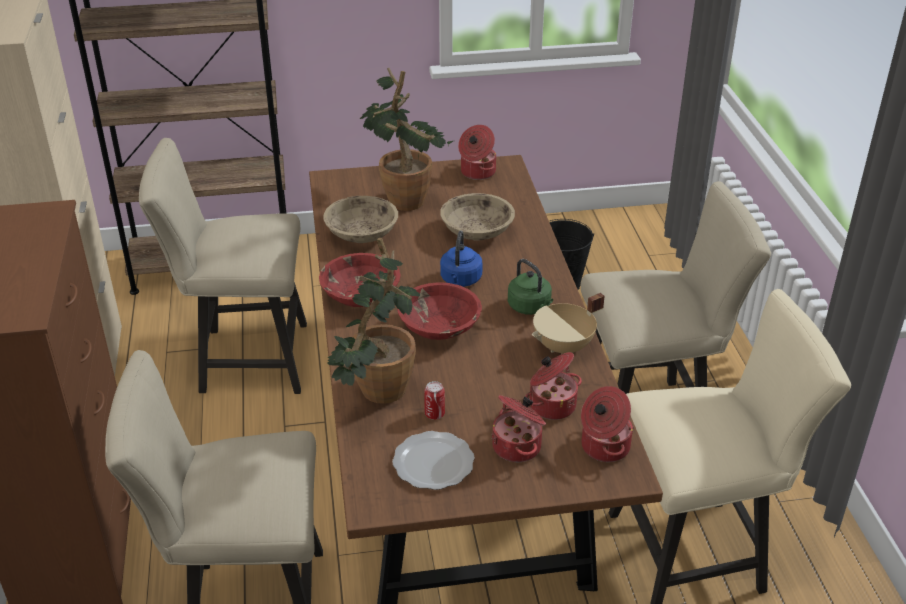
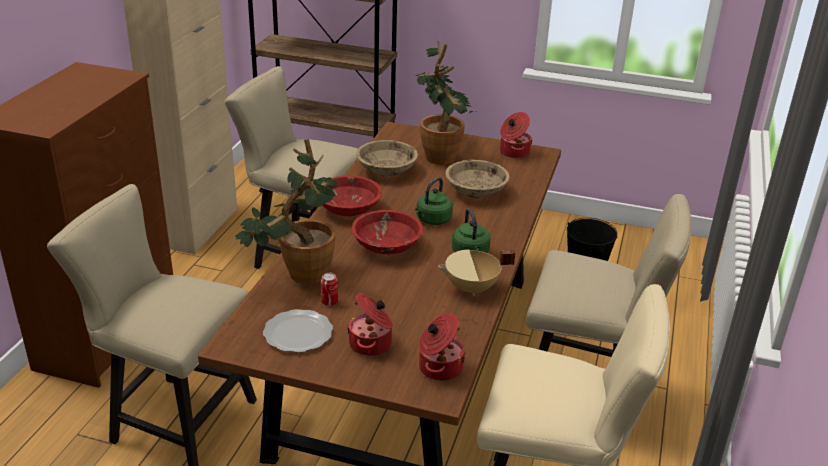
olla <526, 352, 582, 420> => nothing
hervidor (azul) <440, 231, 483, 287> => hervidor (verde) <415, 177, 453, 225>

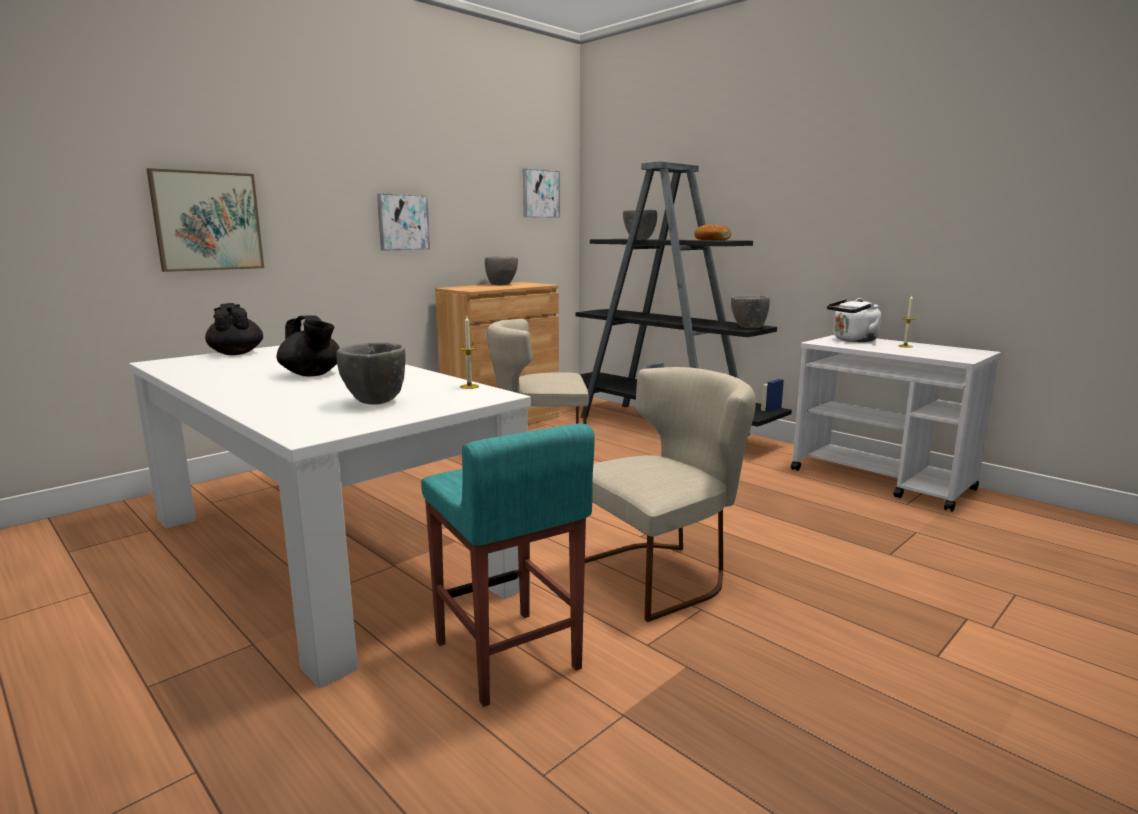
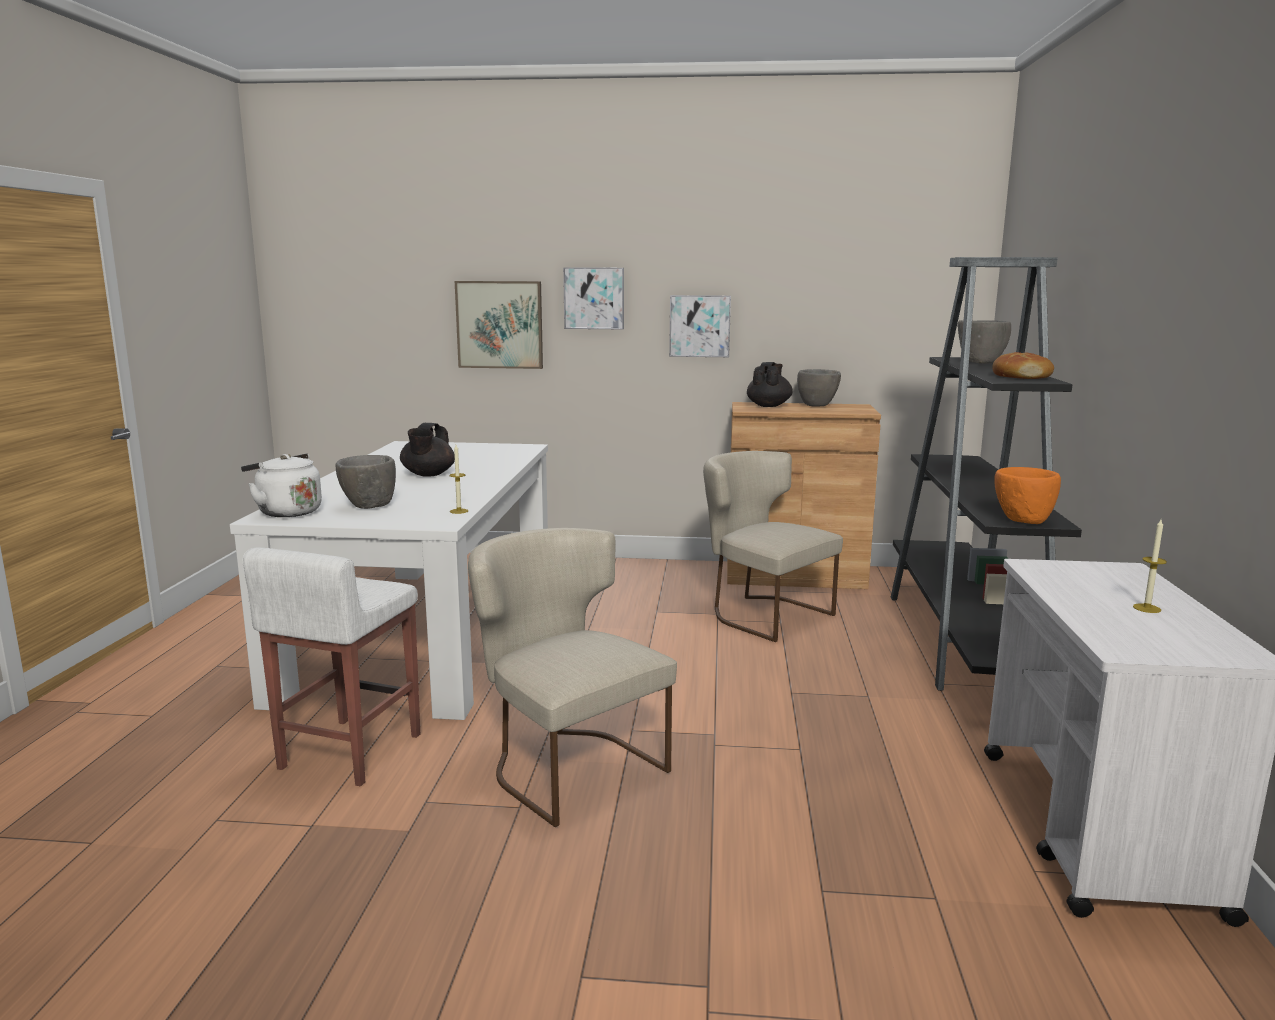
tetera (negro) <205, 303, 263, 355> => tetera (negro) <747, 362, 793, 407>, moved
cuadro <523, 168, 560, 218> => cuadro <563, 267, 624, 329>, moved
hervidor (blanco) <827, 298, 882, 342> => hervidor (blanco) <241, 453, 322, 517>, moved
taburete (turquesa) <421, 424, 595, 707> => taburete (blanco) <242, 548, 420, 786>
cuenco (gris) <731, 295, 770, 328> => cuenco (naranja) <994, 467, 1061, 524>
silla (beis) <585, 367, 756, 622> => silla (beis) <468, 528, 677, 827>, 150 degrees counterclockwise

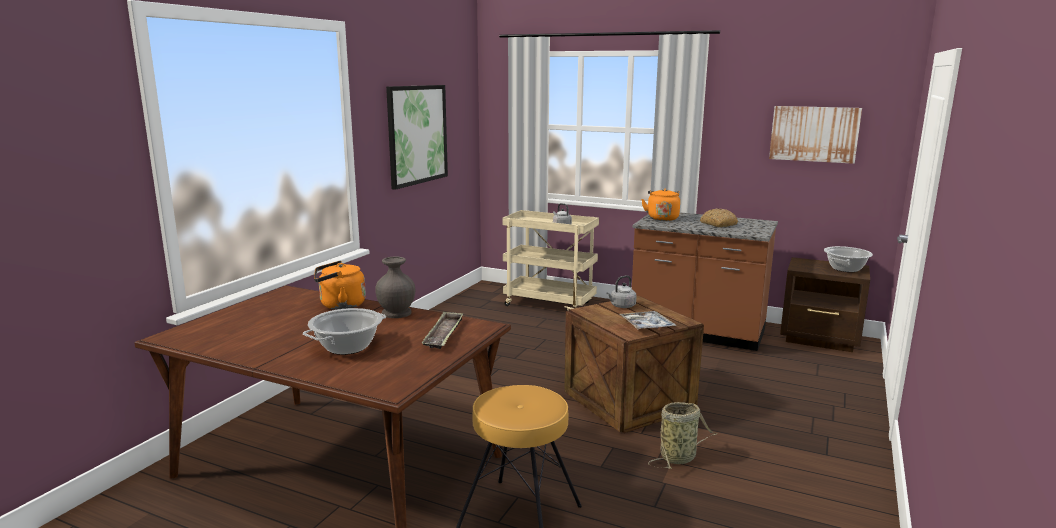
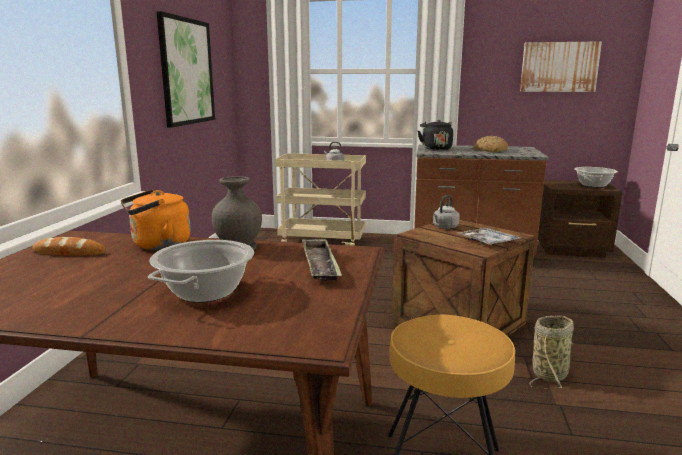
nothing => pan <32, 237, 105, 256>
hervidor (naranja) <641, 189, 680, 221> => hervidor (negro) <418, 120, 453, 150>

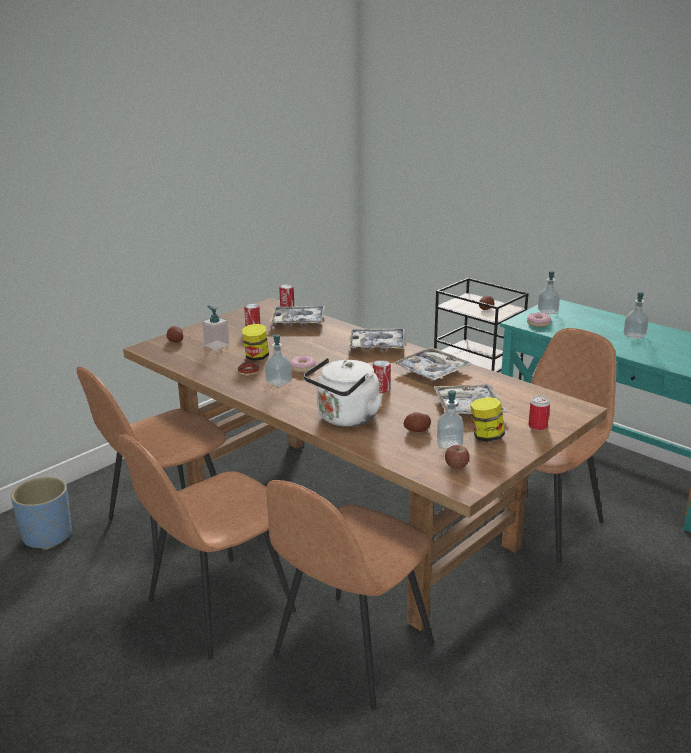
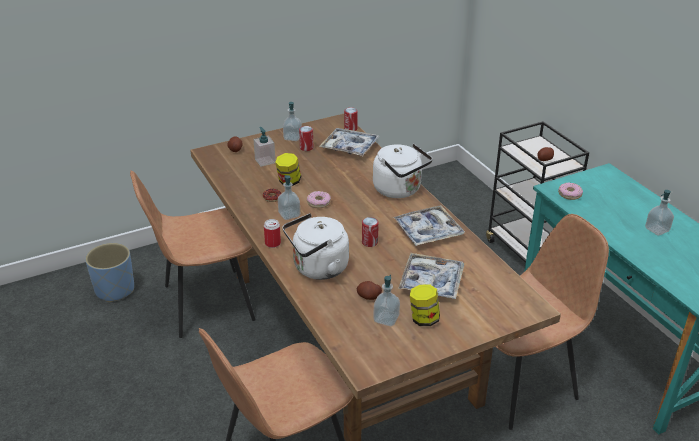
silla (marrón) <118, 434, 296, 659> => nothing
manzana <445, 445, 469, 469> => nothing
lata <528, 396, 550, 431> => lata <264, 219, 281, 248>, moved
dispensador de jabón <538, 271, 560, 314> => dispensador de jabón <283, 102, 302, 141>, moved
bandeja <348, 329, 405, 351> => hervidor (blanco) <373, 144, 432, 198>

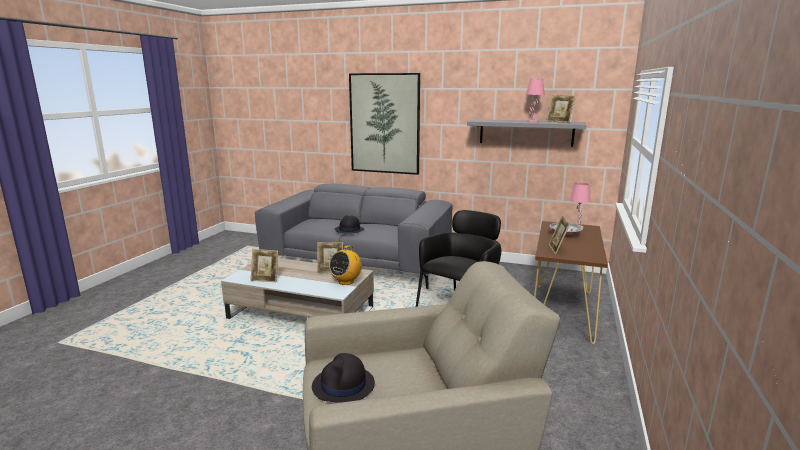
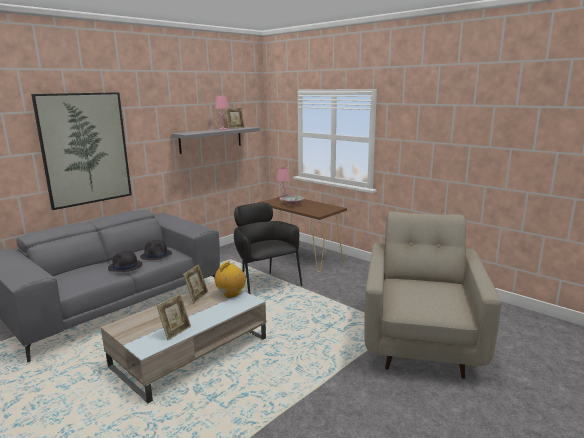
portarretratos <549, 215, 570, 254> => nothing
sombrero (negro) <312, 353, 375, 403> => sombrero (negro) <140, 240, 172, 260>, moved
radio <329, 245, 362, 285> => radio <215, 261, 246, 298>, 105 degrees counterclockwise

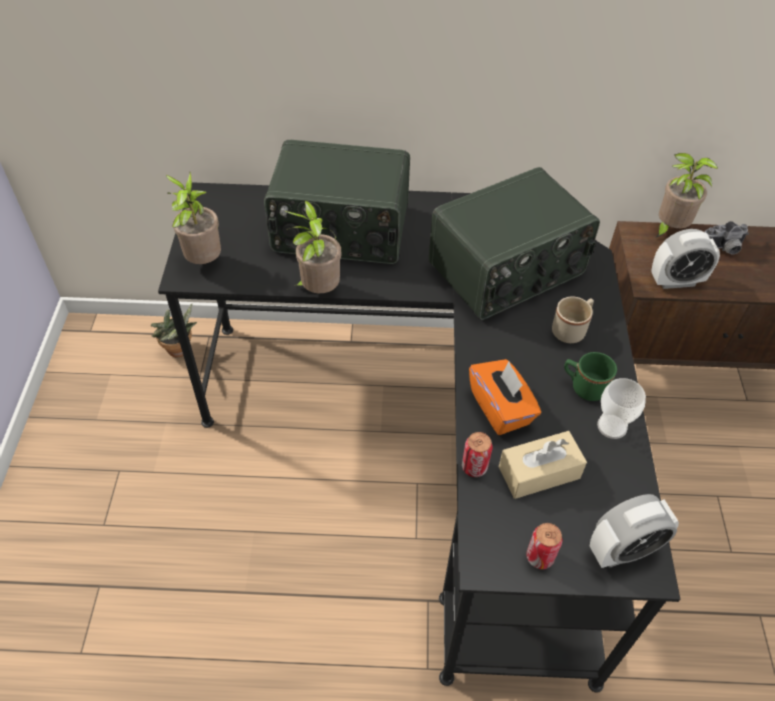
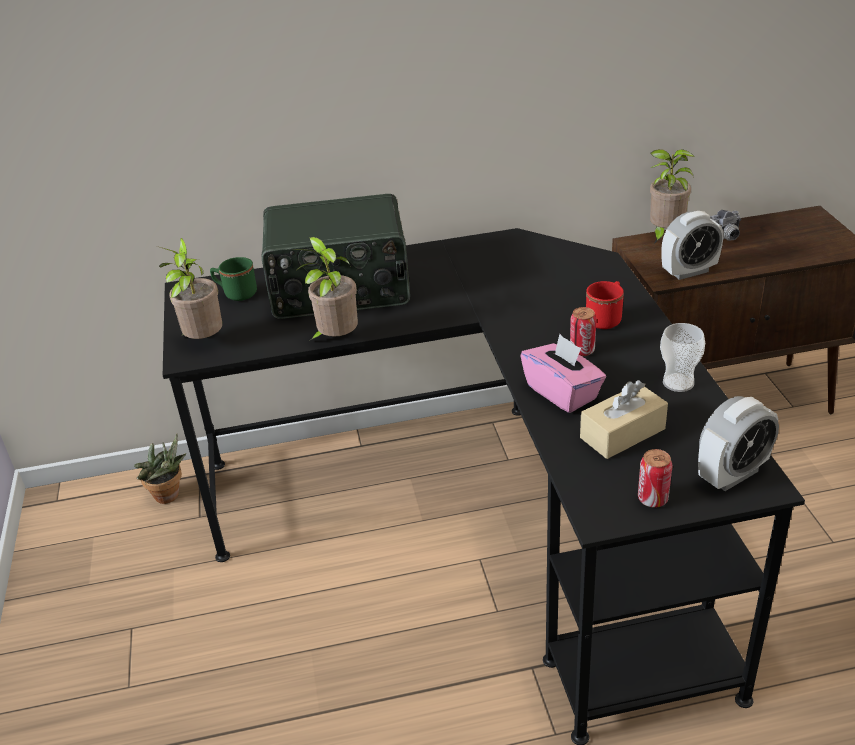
radio <429, 167, 600, 320> => nothing
lata <462, 432, 493, 477> => lata <570, 307, 597, 356>, moved
taza grande (verde) <564, 352, 617, 401> => taza grande (verde) <210, 257, 257, 301>, moved
caja de pañuelos (naranja) <469, 359, 541, 435> => caja de pañuelos (rosa) <520, 334, 606, 413>
taza grande (beis) <552, 296, 594, 343> => taza grande (rojo) <586, 281, 624, 329>

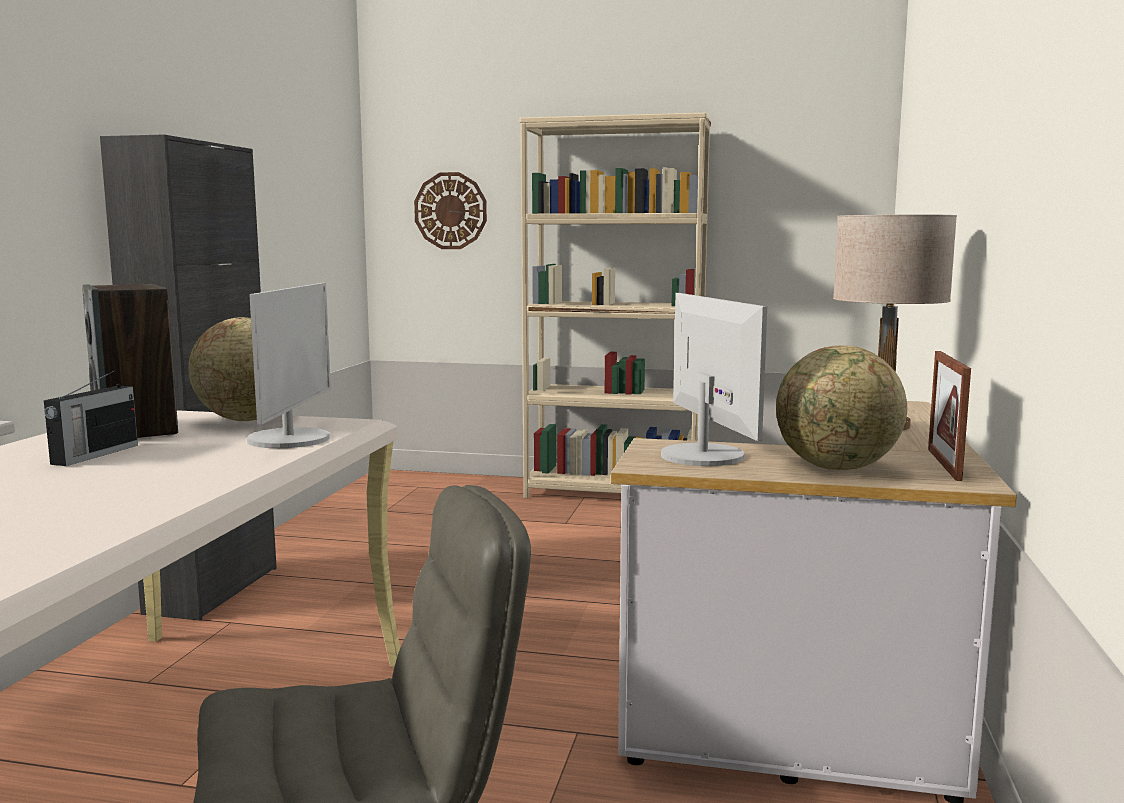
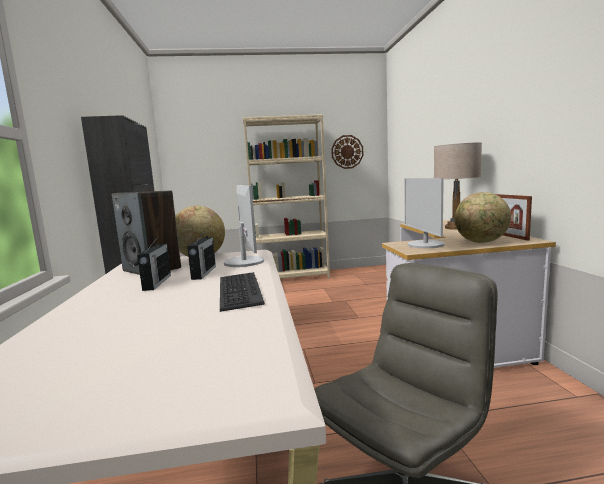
nothing => radio <187, 229, 216, 280>
nothing => teclado <220, 272, 265, 312>
reloj de pared <414, 172, 487, 249> => reloj de pared <331, 135, 364, 169>, moved
monitor <661, 293, 767, 466> => monitor <404, 178, 445, 248>, 150 degrees counterclockwise

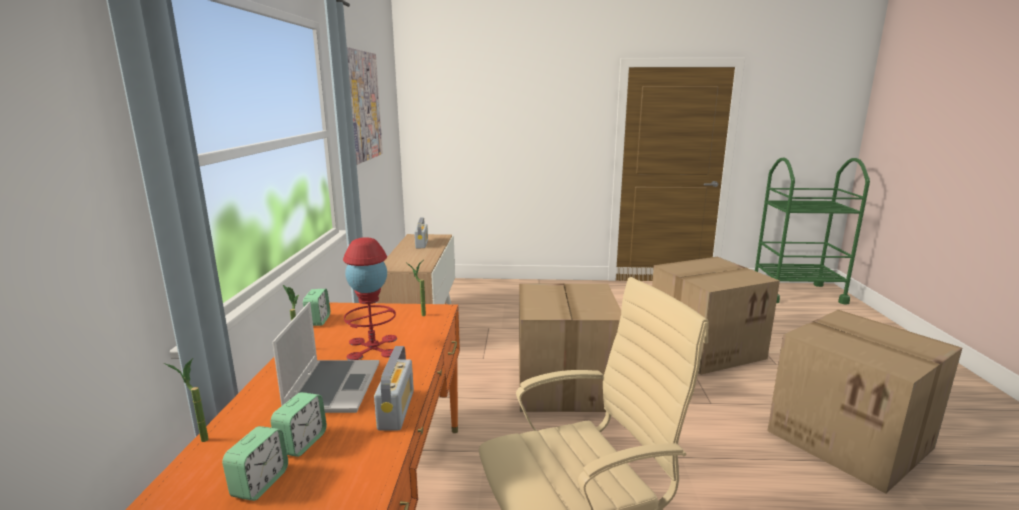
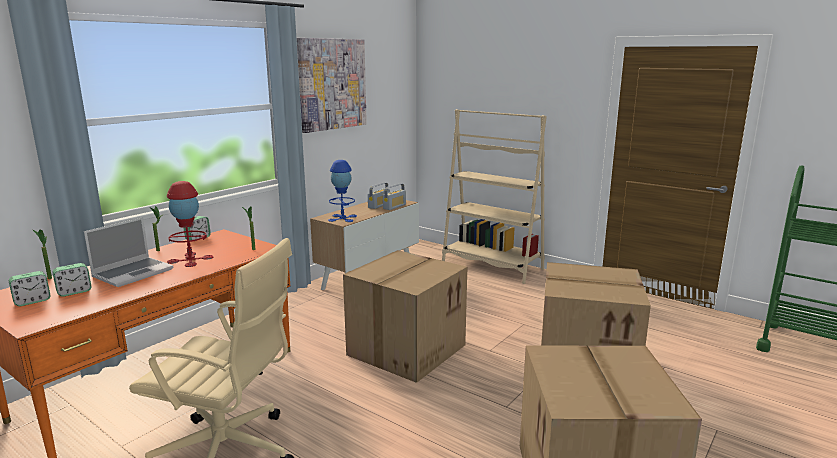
nothing => lámpara de mesa (azul) <328, 160, 357, 222>
nothing => estantería (beis) <442, 109, 547, 284>
radio <374, 346, 414, 430> => radio <383, 183, 406, 210>, moved

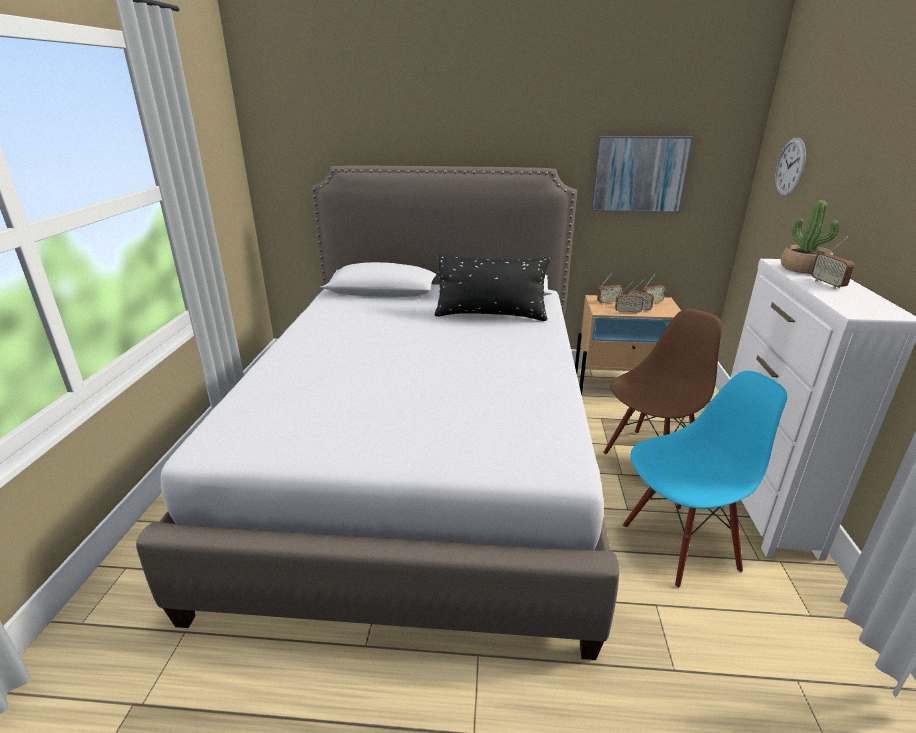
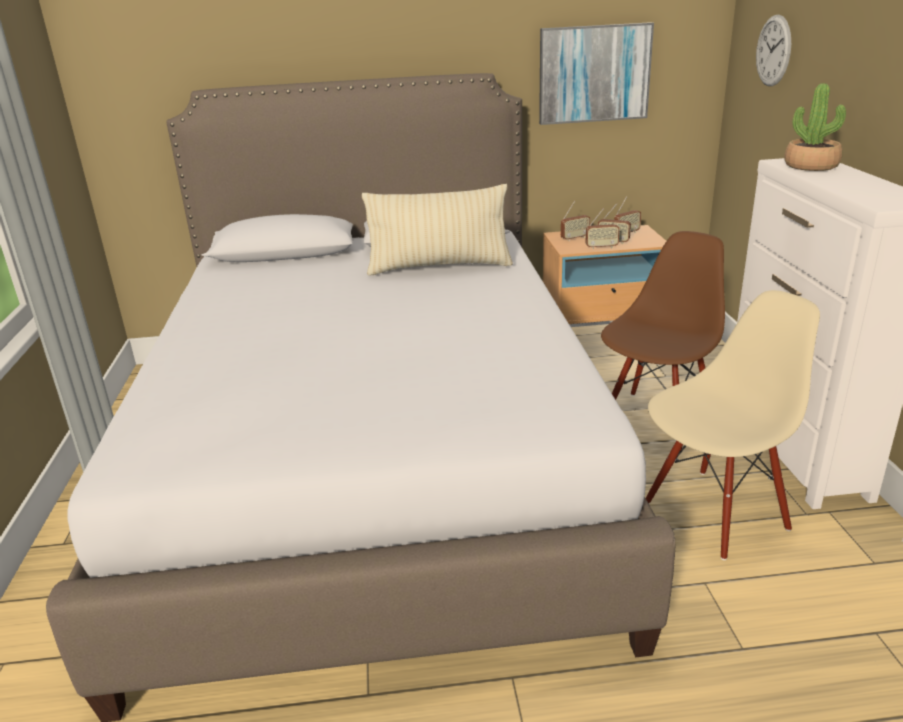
radio <811, 237, 854, 289> => nothing
cojín (negro) <434, 254, 550, 321> => cojín (beis) <362, 184, 513, 276>
silla (azul) <623, 371, 787, 588> => silla (beis) <646, 290, 820, 560>

